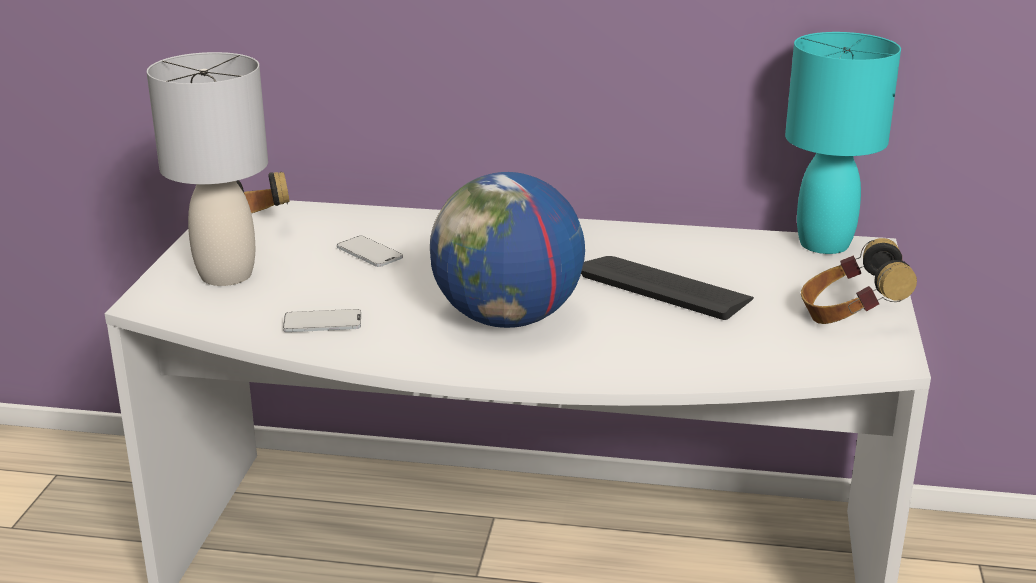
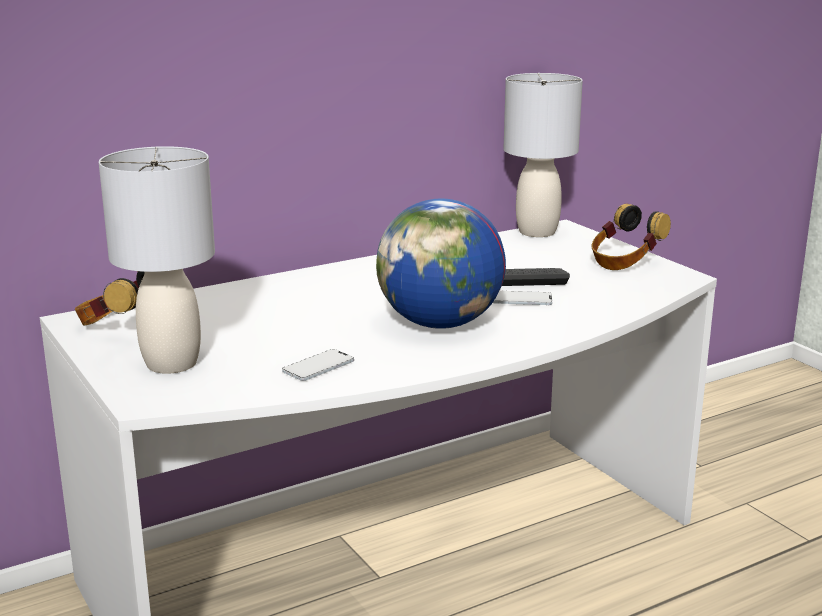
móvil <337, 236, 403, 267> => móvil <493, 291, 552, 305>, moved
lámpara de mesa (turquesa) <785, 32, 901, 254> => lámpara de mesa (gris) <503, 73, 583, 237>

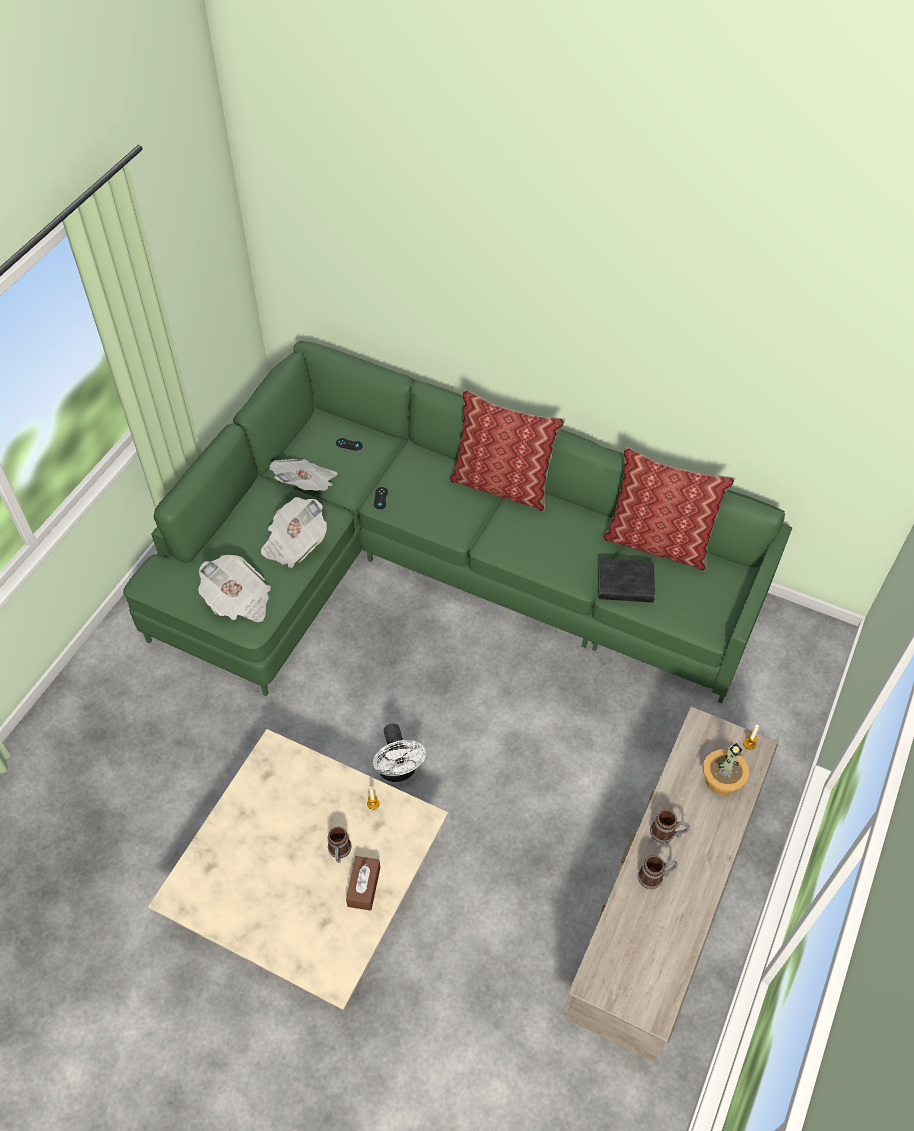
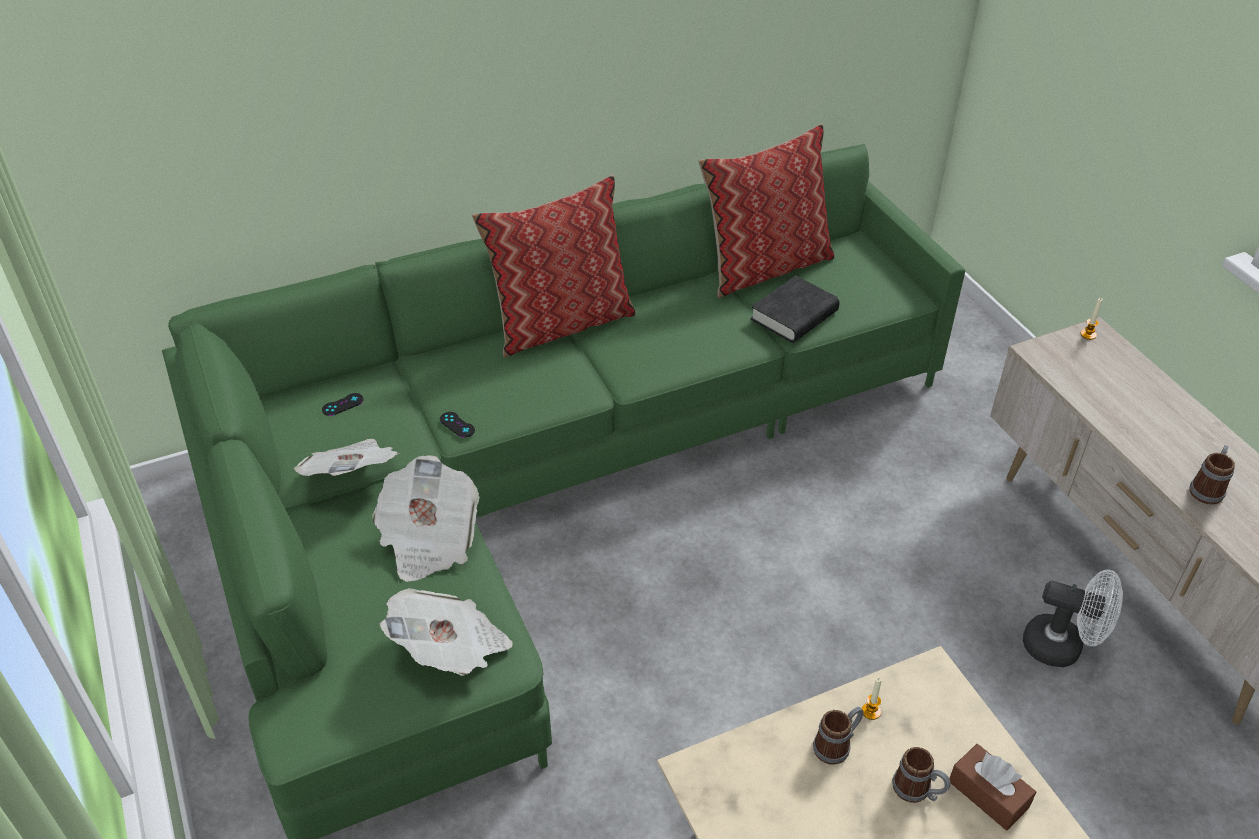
planta en maceta <703, 743, 749, 795> => nothing
ventilador (blanco) <373, 724, 426, 782> => ventilador (blanco) <1023, 570, 1123, 667>, moved
taza grande <650, 810, 690, 844> => taza grande <813, 707, 864, 765>, moved

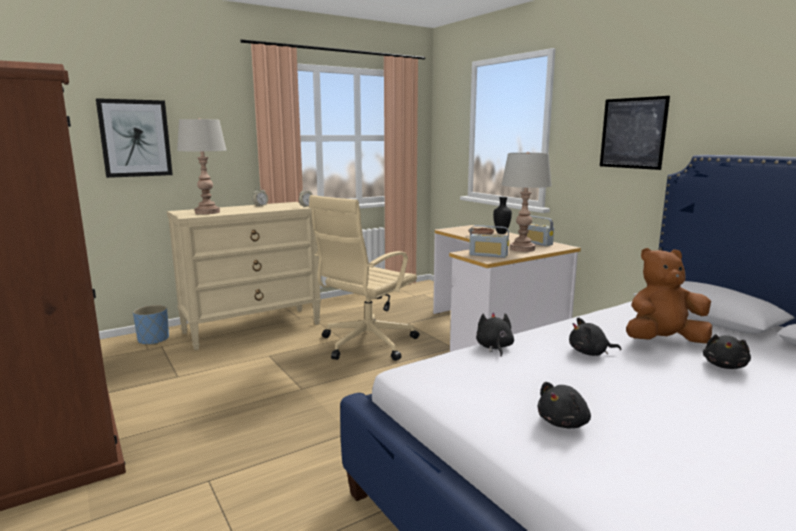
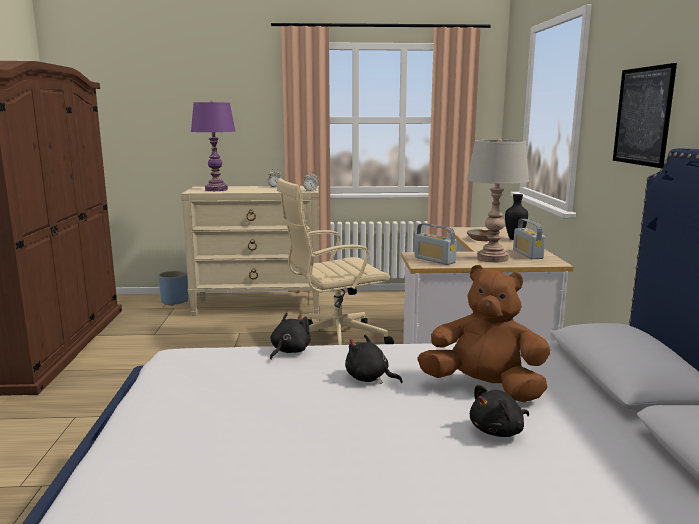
cuadro <96, 98, 173, 178> => nothing
peluche (negro) <537, 382, 591, 428> => nothing
lámpara de mesa (gris) <177, 118, 227, 214> => lámpara de mesa (morado) <191, 101, 236, 191>

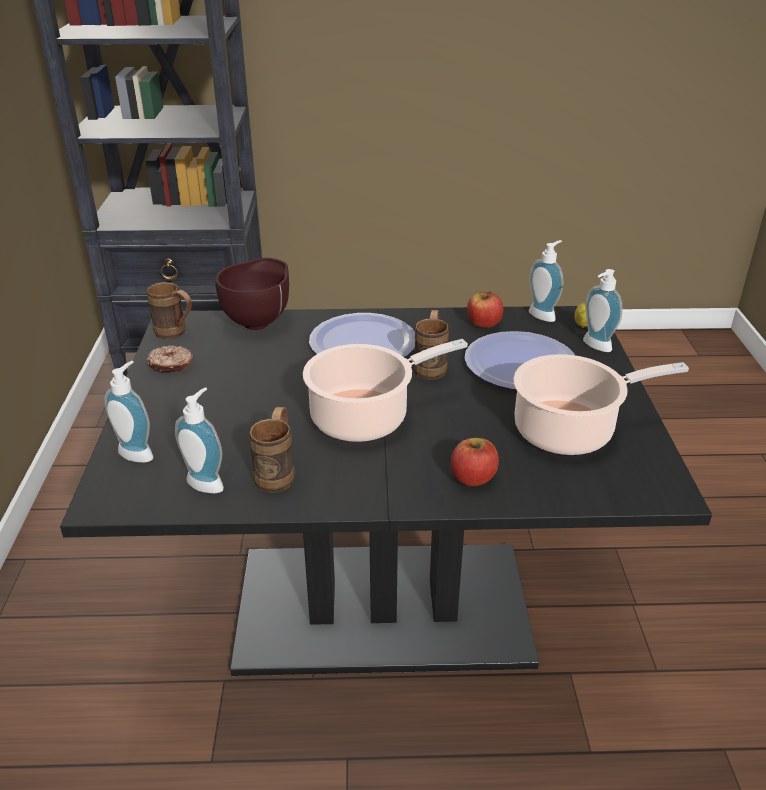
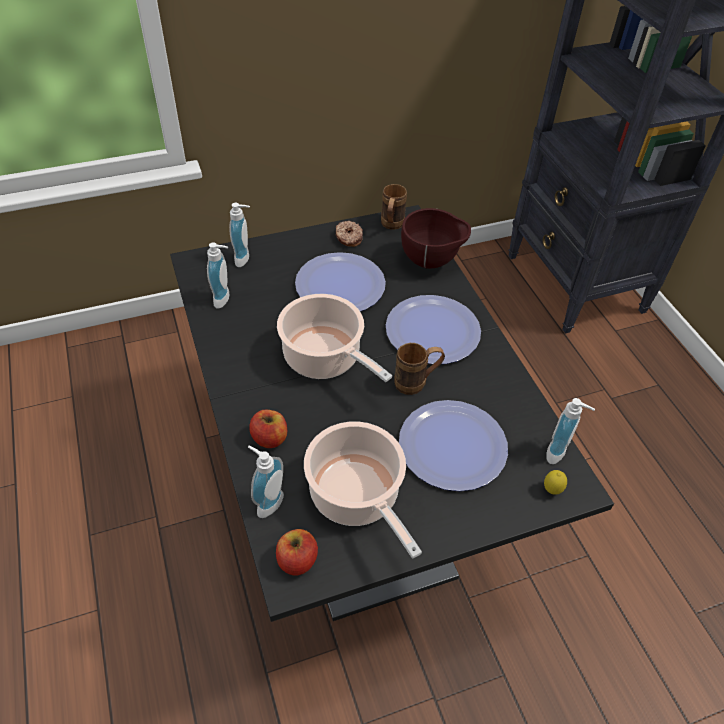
taza grande (marrón) <249, 407, 295, 493> => nothing
nothing => plato <295, 252, 386, 311>
manzana <467, 291, 504, 328> => manzana <276, 529, 318, 576>, moved
dispensador de jabón <583, 269, 622, 352> => dispensador de jabón <248, 446, 284, 518>, moved

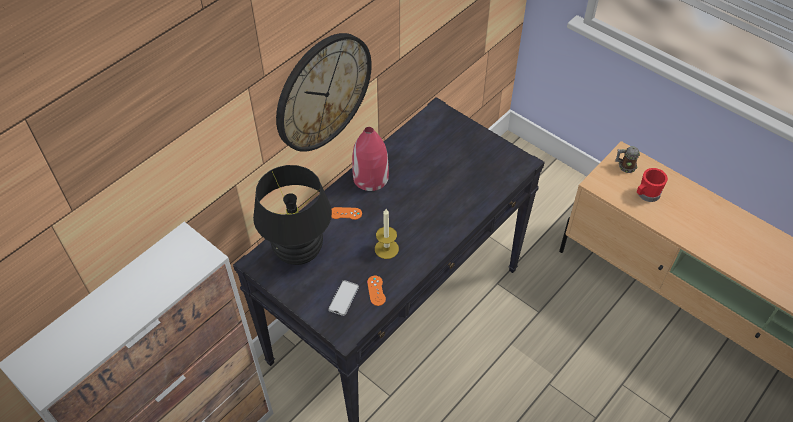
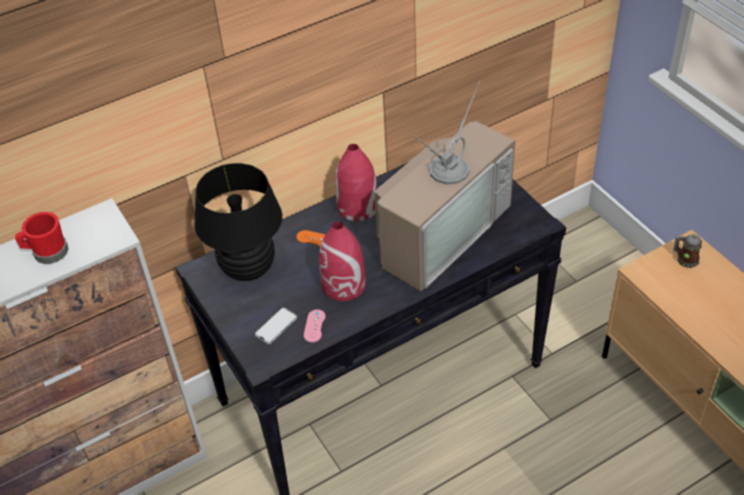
reloj de pared <276, 33, 372, 152> => nothing
nothing => televisor <374, 81, 516, 291>
taza grande (rojo) <637, 168, 668, 202> => taza grande (rojo) <15, 212, 69, 264>, moved
vela <375, 209, 399, 259> => florero (rojo) <319, 221, 366, 301>
mando de consola (naranja) <367, 276, 386, 306> => mando de consola (rosa) <304, 310, 326, 342>

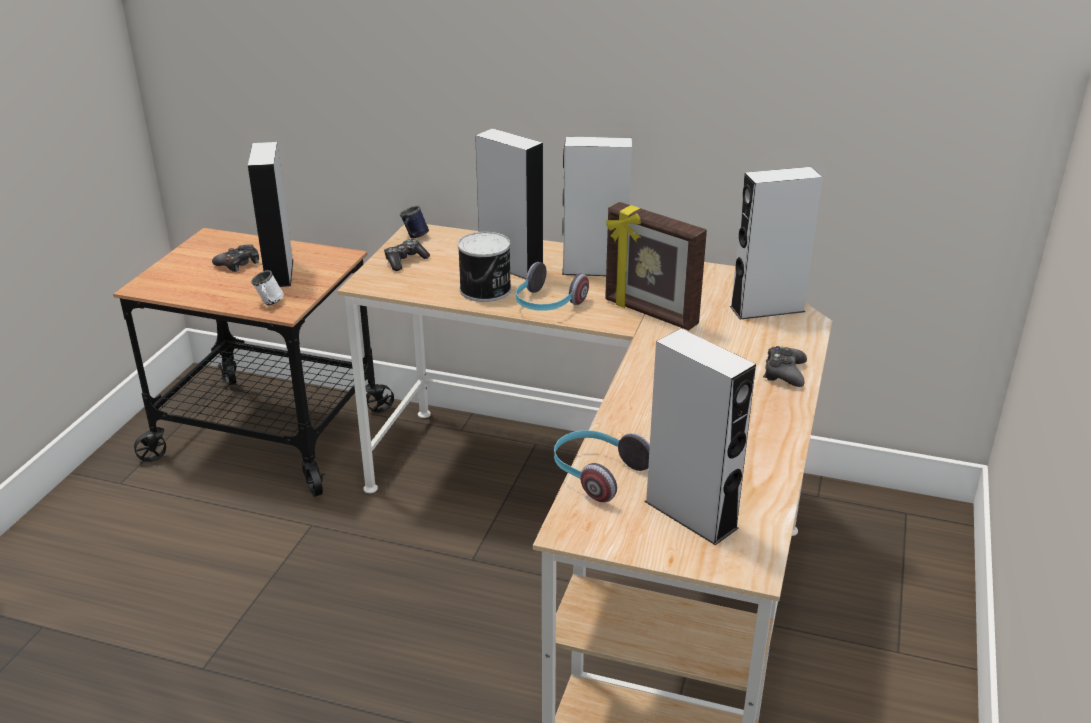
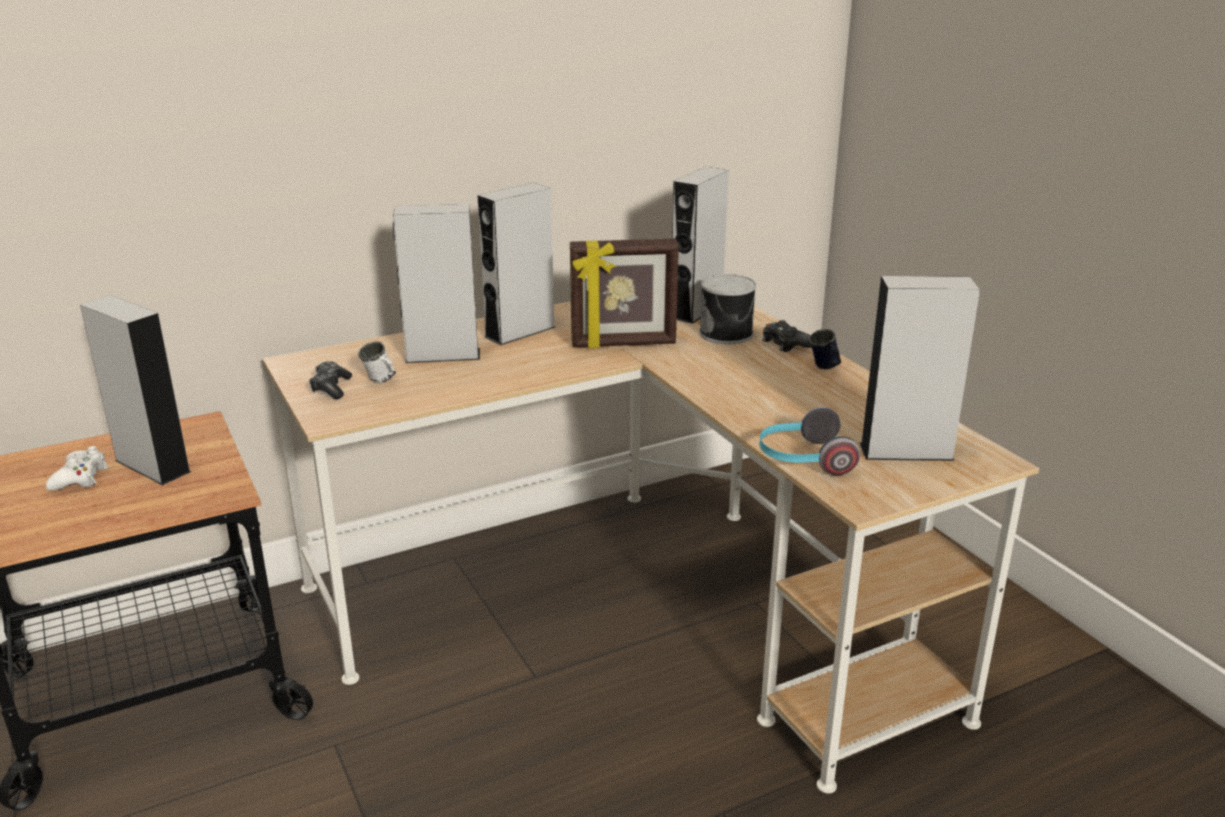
auriculares <516, 262, 589, 311> => nothing
taza grande (blanco) <251, 270, 284, 305> => taza grande (blanco) <358, 341, 396, 383>, moved
taza grande (azul) <400, 205, 429, 238> => taza grande (azul) <809, 329, 841, 369>, moved
lata <458, 232, 511, 302> => lata <699, 274, 756, 344>, moved
mando de consola (negro) <212, 244, 259, 272> => mando de consola (blanco) <46, 446, 108, 491>

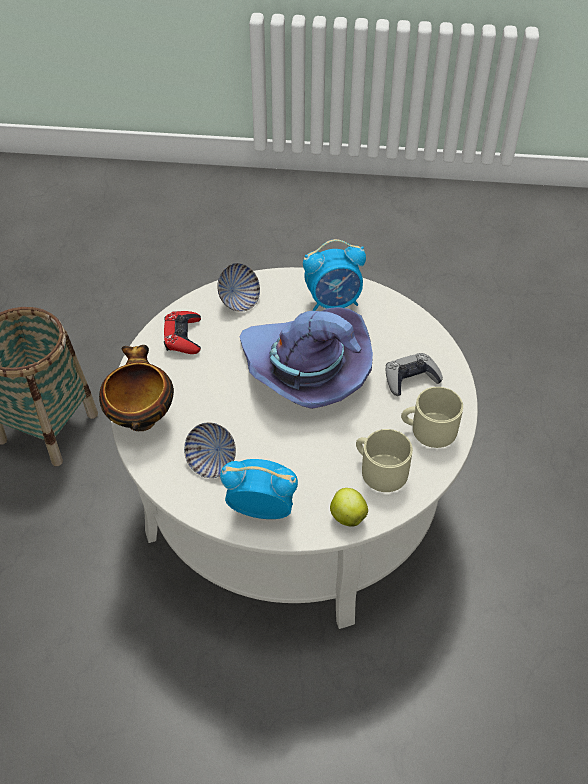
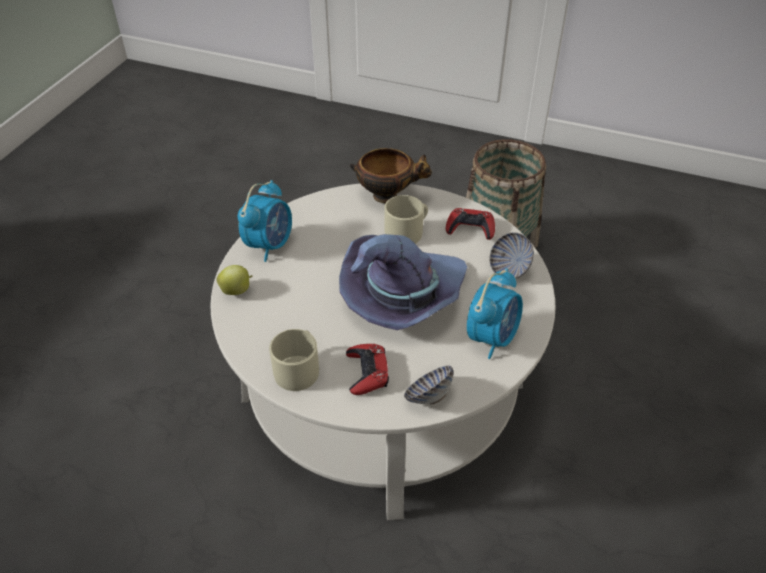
cuenco <184, 422, 236, 478> => cuenco <404, 365, 454, 404>, moved
taza grande (beis) <356, 429, 413, 492> => taza grande (beis) <384, 195, 428, 244>, moved
mando de consola (gris) <386, 353, 443, 396> => mando de consola (rojo) <346, 344, 389, 395>
despertador <303, 239, 366, 311> => despertador <467, 268, 523, 359>, 150 degrees counterclockwise

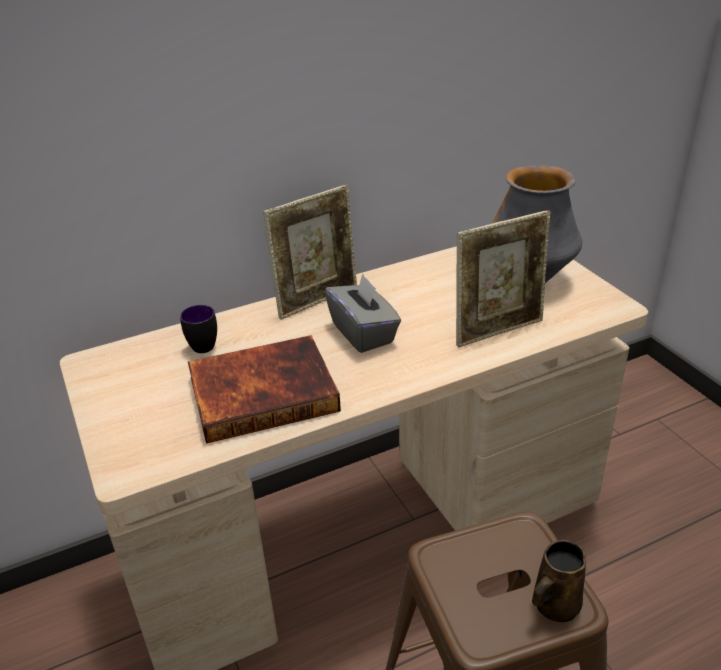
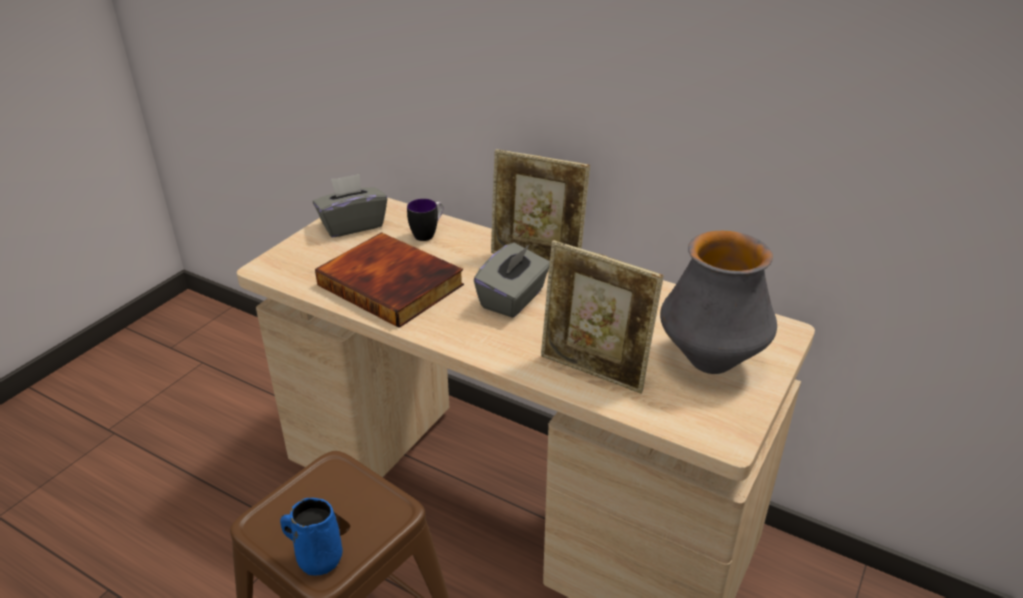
nothing => caja de pañuelos (gris) <313, 174, 387, 238>
taza grande (marrón) <532, 540, 586, 622> => taza grande (azul) <280, 498, 343, 576>

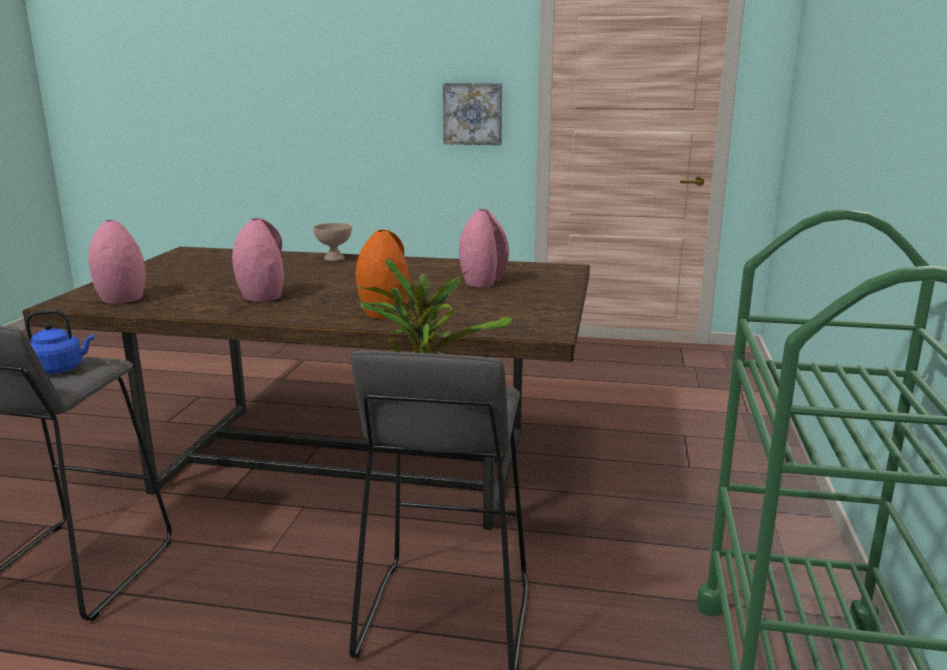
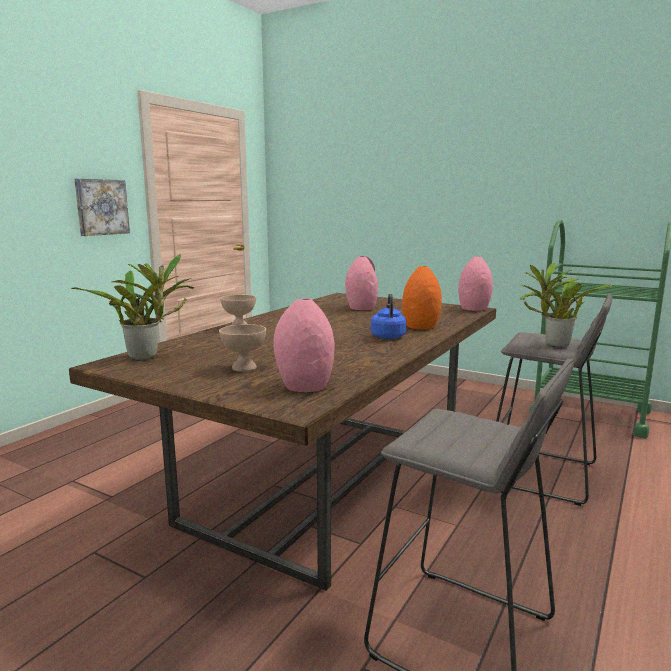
nothing => planta en maceta <71, 254, 194, 361>
nothing => cuenco (beis) <219, 324, 266, 372>
hervidor (azul) <25, 310, 94, 374> => hervidor (azul) <371, 293, 406, 339>, moved
florero (rosa) <232, 218, 284, 302> => florero (rosa) <458, 256, 493, 311>, moved

